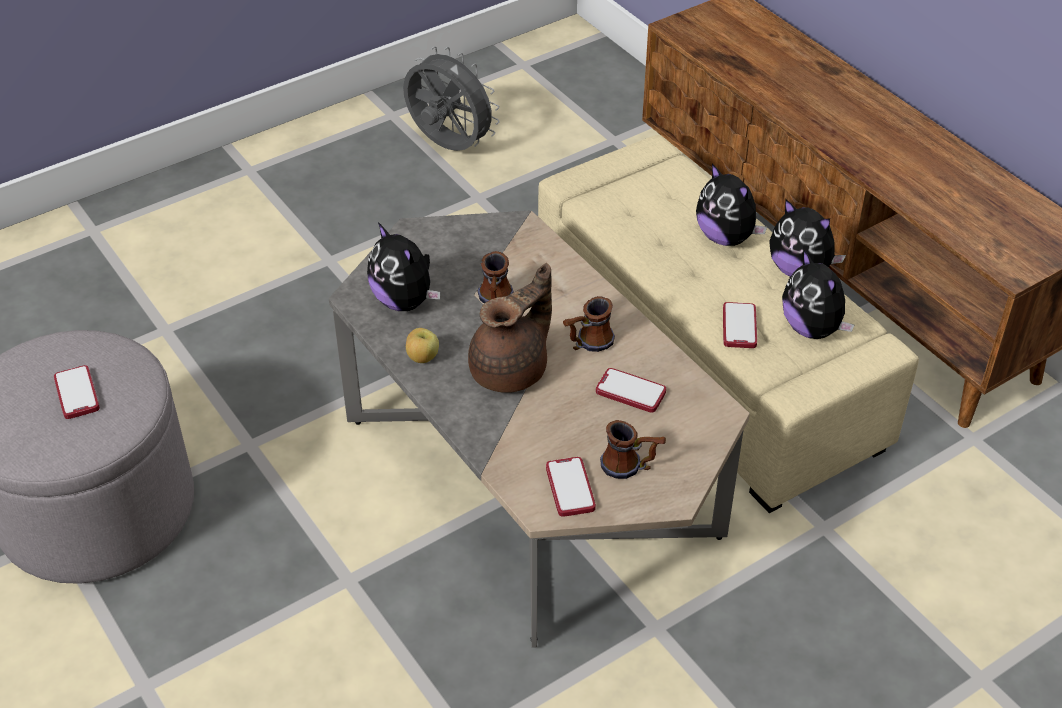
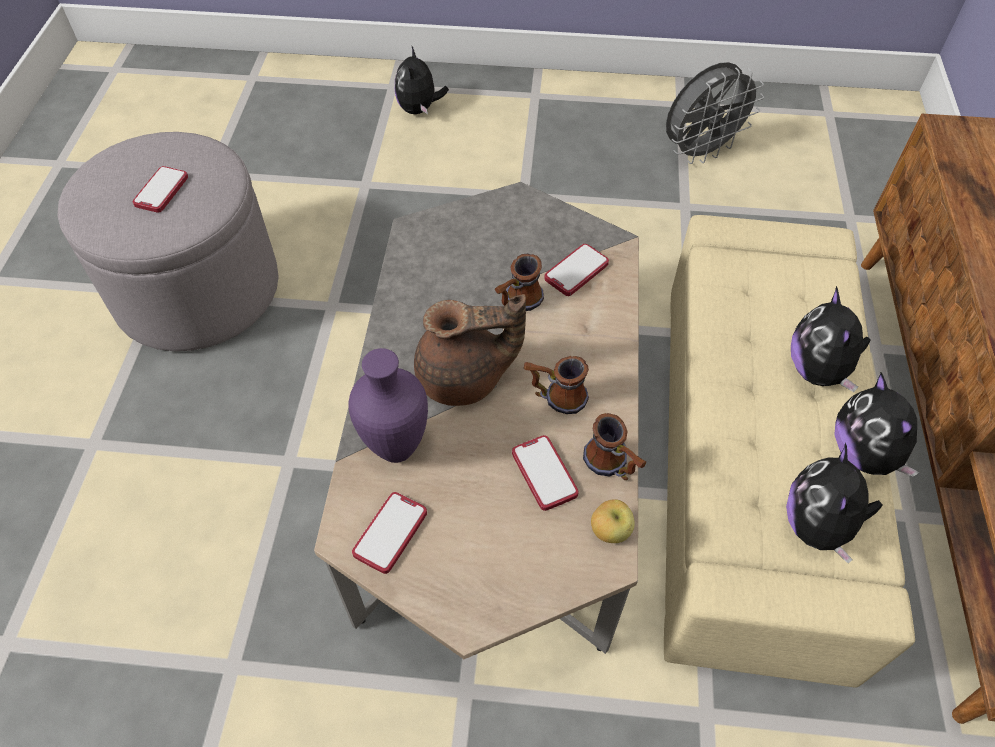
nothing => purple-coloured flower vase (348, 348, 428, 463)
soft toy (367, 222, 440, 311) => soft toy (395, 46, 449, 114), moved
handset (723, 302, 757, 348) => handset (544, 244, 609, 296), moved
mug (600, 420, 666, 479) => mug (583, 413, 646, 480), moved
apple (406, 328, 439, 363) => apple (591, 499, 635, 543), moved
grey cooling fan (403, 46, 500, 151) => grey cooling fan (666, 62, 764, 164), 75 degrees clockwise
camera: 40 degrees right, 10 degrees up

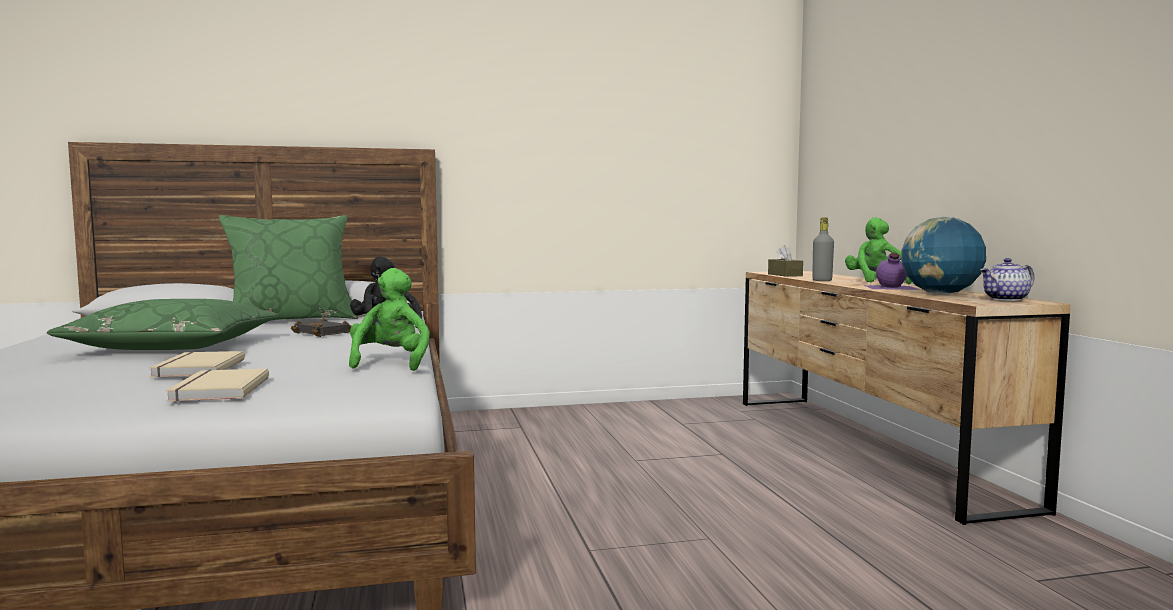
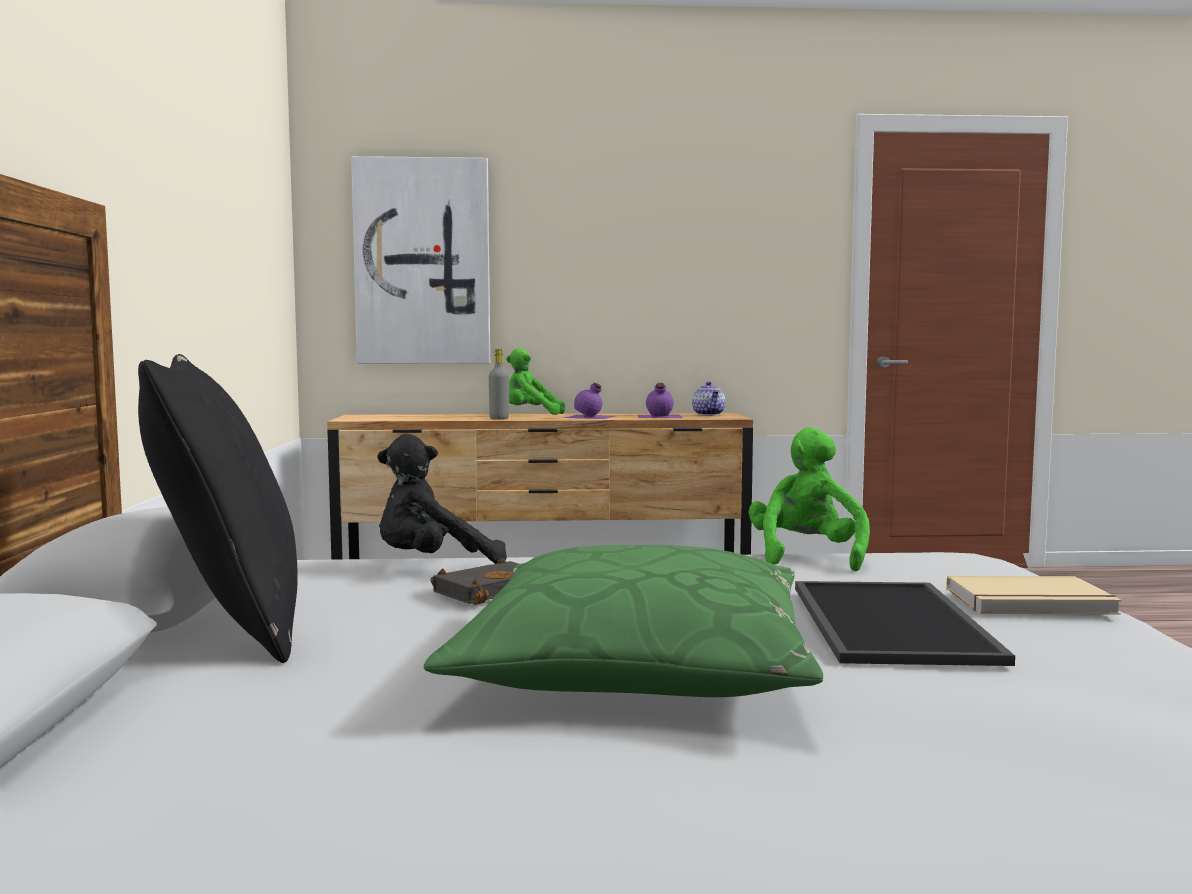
greenish cushion (219, 215, 358, 320) => black cushion (138, 354, 298, 663)
nothing => picture (351, 156, 490, 364)
desk globe (901, 217, 986, 294) => purple-coloured bottle (638, 383, 683, 418)
greenish soft toy (349, 268, 430, 371) => greenish soft toy (749, 427, 870, 571), 90 degrees clockwise
sand-coloured bound book (149, 351, 245, 377) => serving tray (795, 581, 1015, 666)
brownish tissue box (768, 245, 803, 277) => nothing
camera: 80 degrees left, 0 degrees up

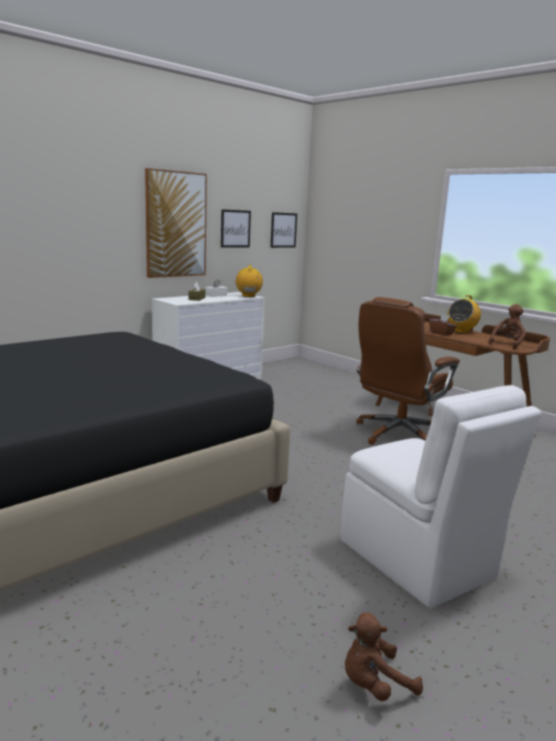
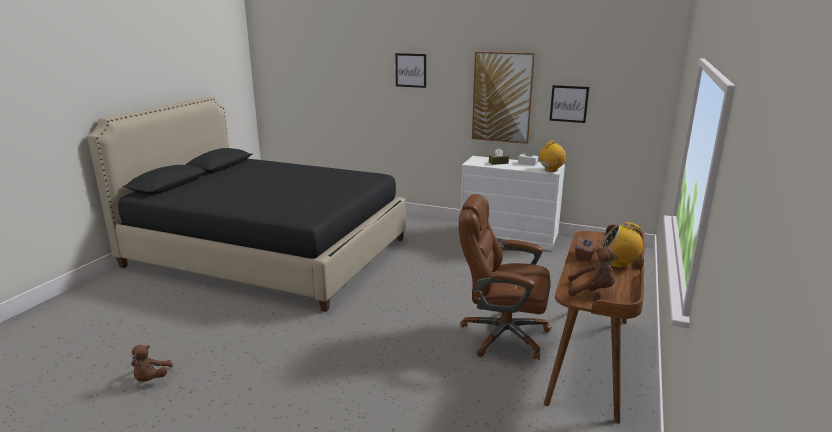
brownish soft toy (345, 612, 423, 701) => brownish soft toy (131, 345, 173, 382), 135 degrees counterclockwise
picture (270, 212, 297, 248) => picture (396, 53, 426, 88), moved
whitish chair (341, 385, 542, 608) => nothing
camera: 65 degrees right, 5 degrees up

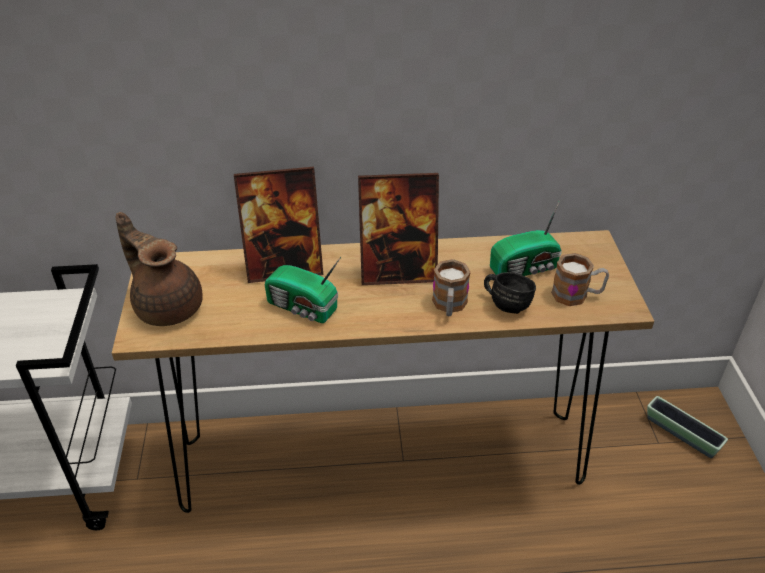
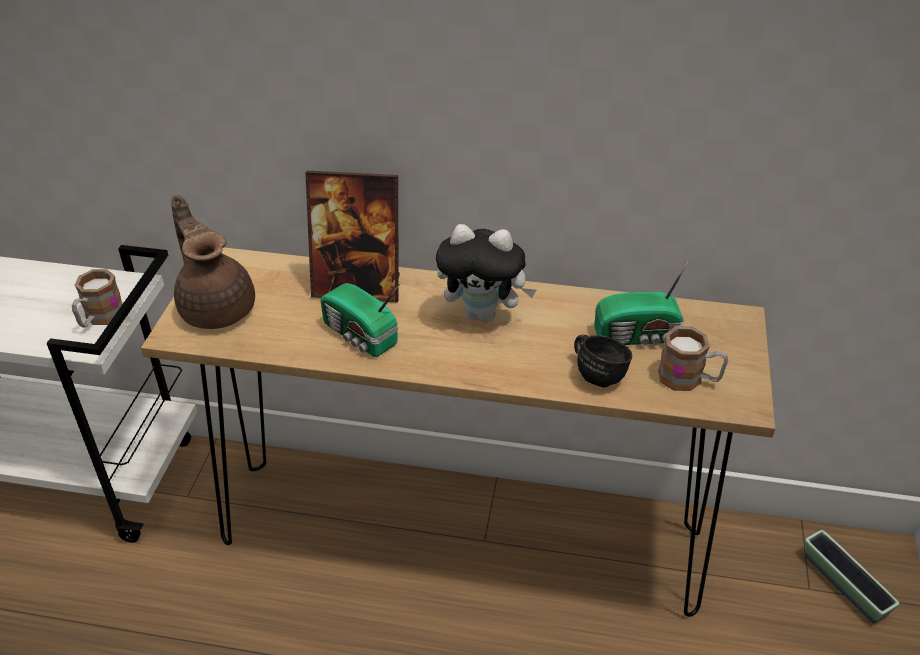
mug (432, 259, 471, 316) => mug (72, 269, 122, 328), moved
picture frame (358, 173, 439, 285) => soft toy (436, 224, 536, 323)
camera: 15 degrees right, 0 degrees up

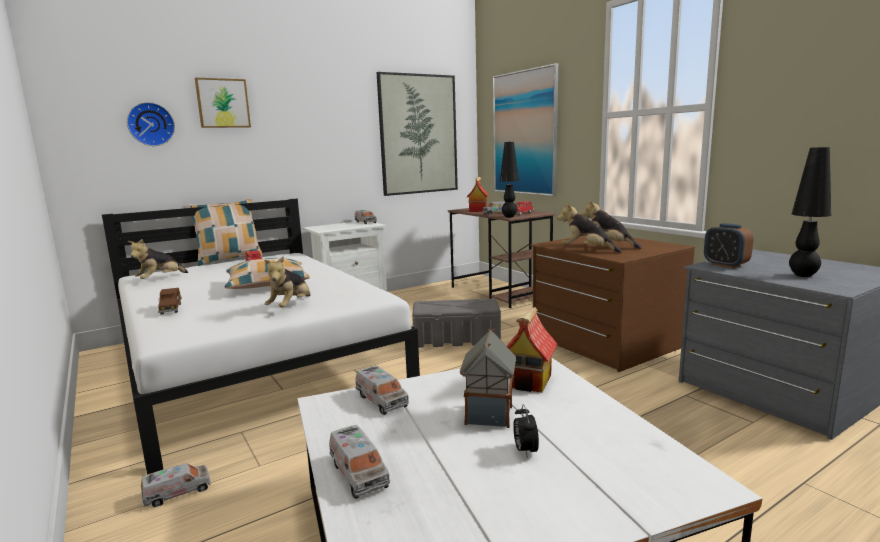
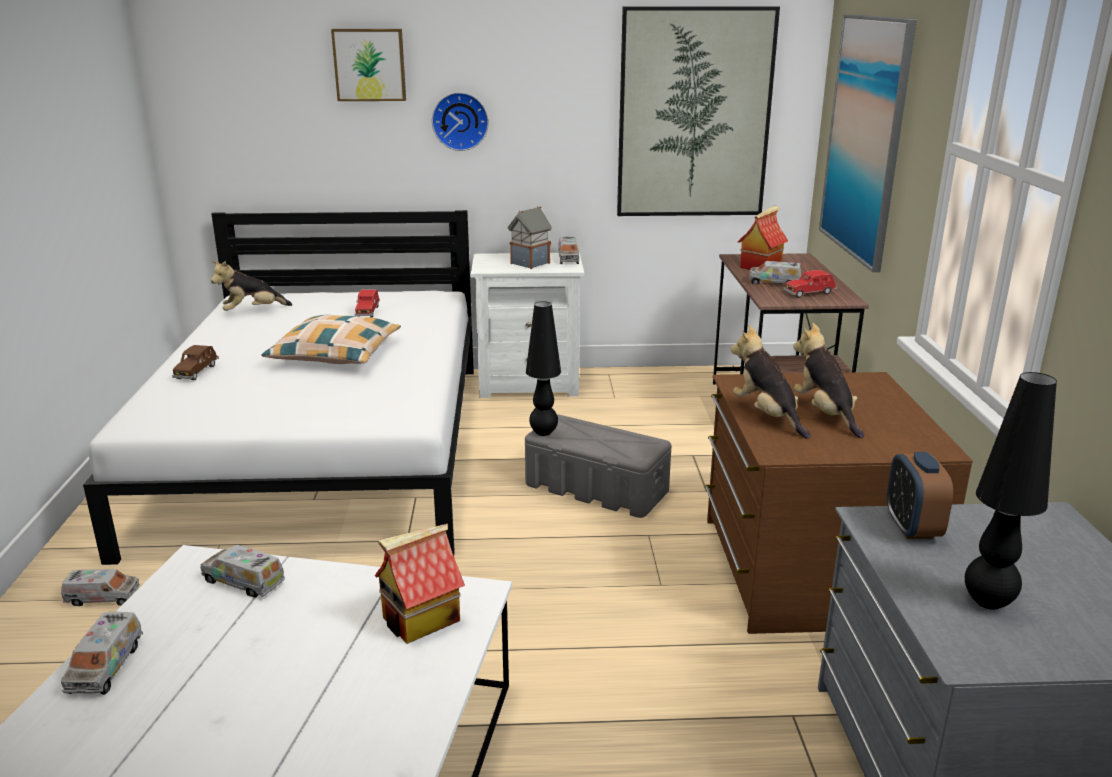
toy truck (355, 366, 409, 415) => toy truck (200, 545, 285, 597), 120 degrees clockwise
clock on the wall (127, 102, 175, 146) => clock on the wall (432, 92, 489, 151), moved
model house (460, 328, 516, 428) => model house (508, 206, 552, 269), moved
black lamp for a table (500, 142, 519, 218) => black lamp for a table (526, 301, 561, 436), moved
cushion (186, 199, 263, 266) => nothing
soft toy (264, 256, 310, 308) => nothing
bedside clock (513, 404, 539, 457) => nothing
camera: 30 degrees right, 10 degrees up

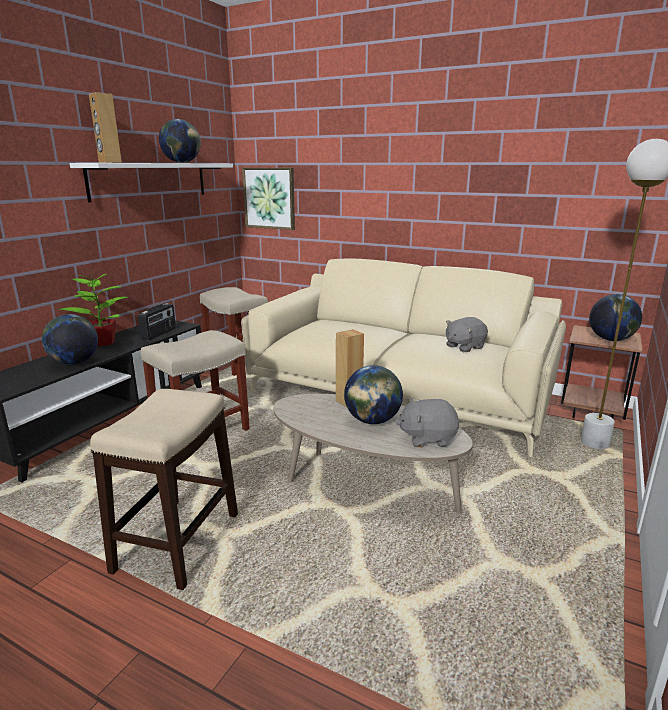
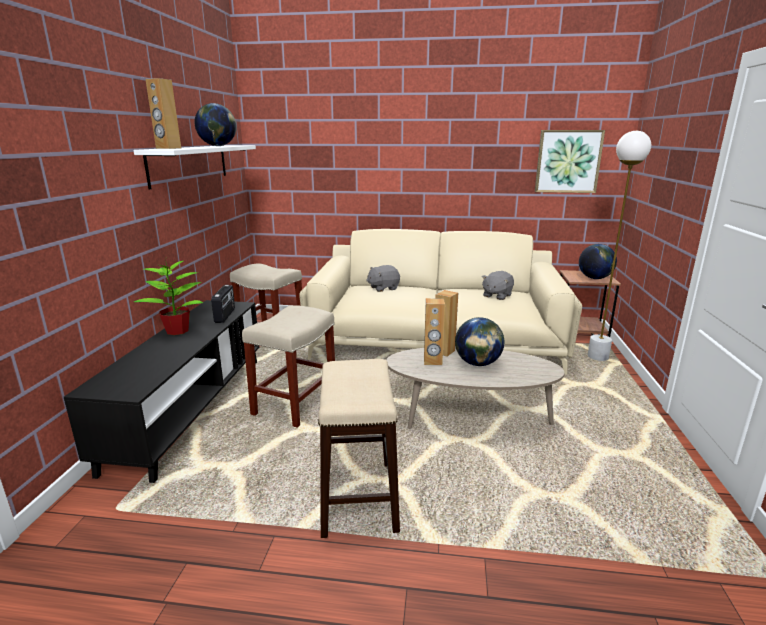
grey soft toy (396, 398, 459, 447) => grey soft toy (366, 265, 400, 292), moved
nothing => brownish speaker (424, 298, 445, 365)
picture (242, 168, 295, 230) => picture (535, 130, 605, 193), moved
desk globe (42, 314, 98, 365) => nothing
camera: 20 degrees left, 0 degrees up

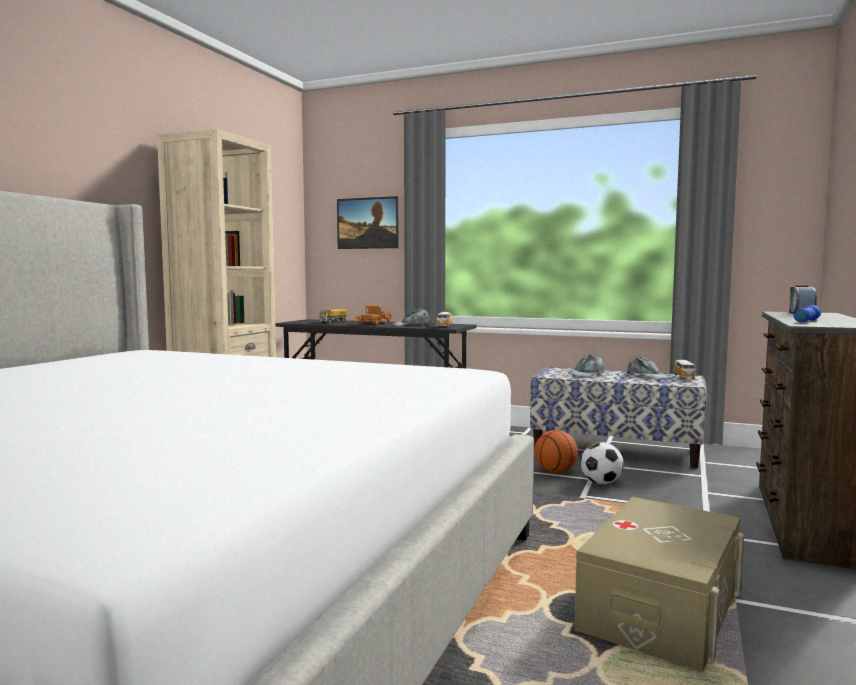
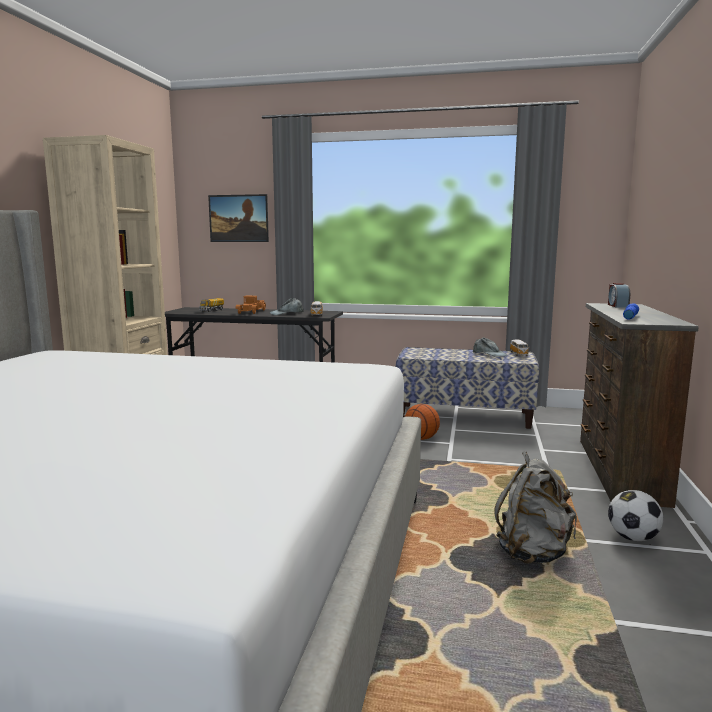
sand-coloured storage box (575, 497, 744, 672) => grey backpack (495, 451, 577, 564)
football (581, 442, 624, 484) => football (608, 490, 663, 541), moved
grey peaked cap (568, 354, 604, 377) => nothing
camera: 10 degrees left, 5 degrees up

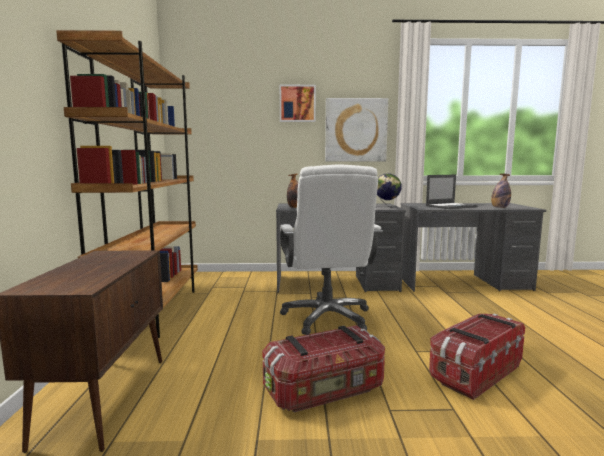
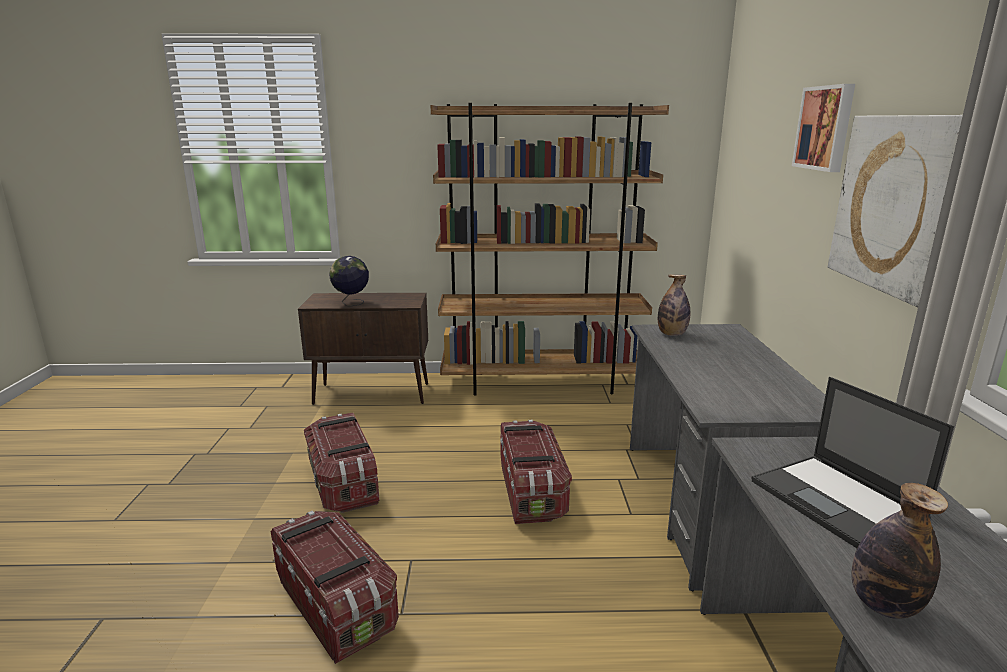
desk globe (377, 173, 402, 208) => desk globe (329, 256, 369, 306), moved
whitish computer chair (280, 164, 383, 335) => storage box (500, 420, 572, 524)
camera: 90 degrees right, 10 degrees up

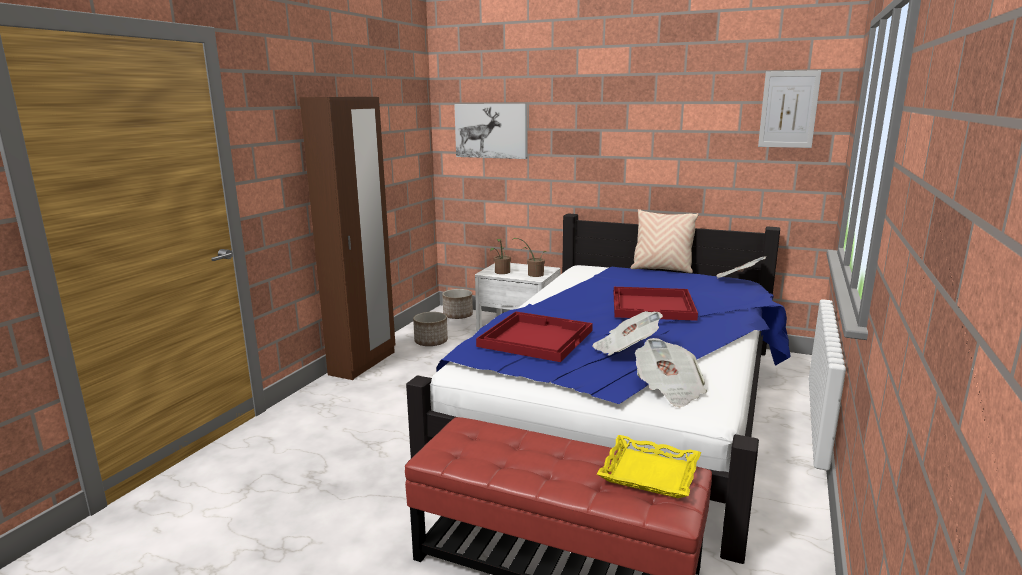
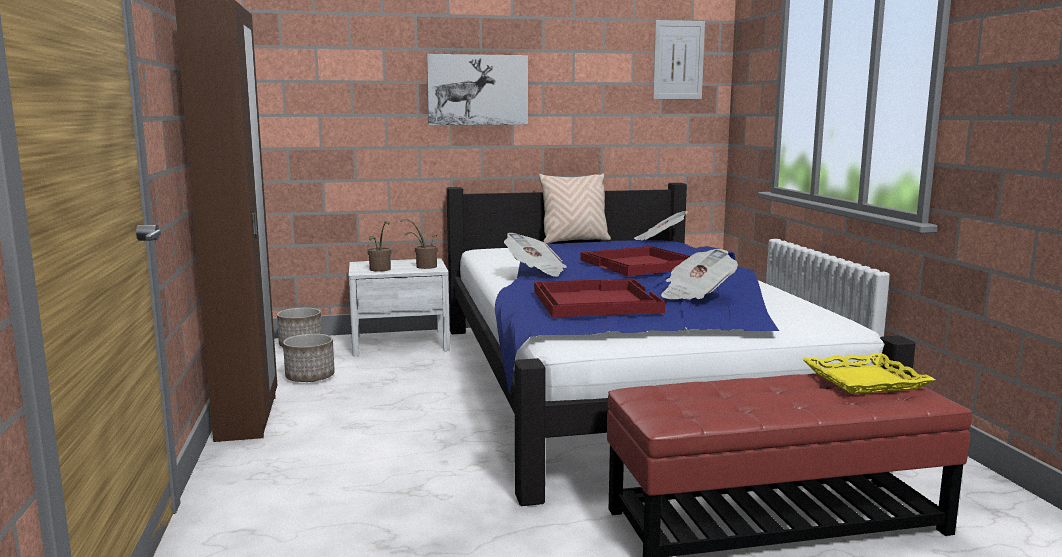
picture (454, 104, 527, 159) => picture (427, 54, 528, 125), moved
printed paper (635, 338, 707, 407) => printed paper (504, 233, 567, 277), moved
camera: 35 degrees left, 5 degrees down

